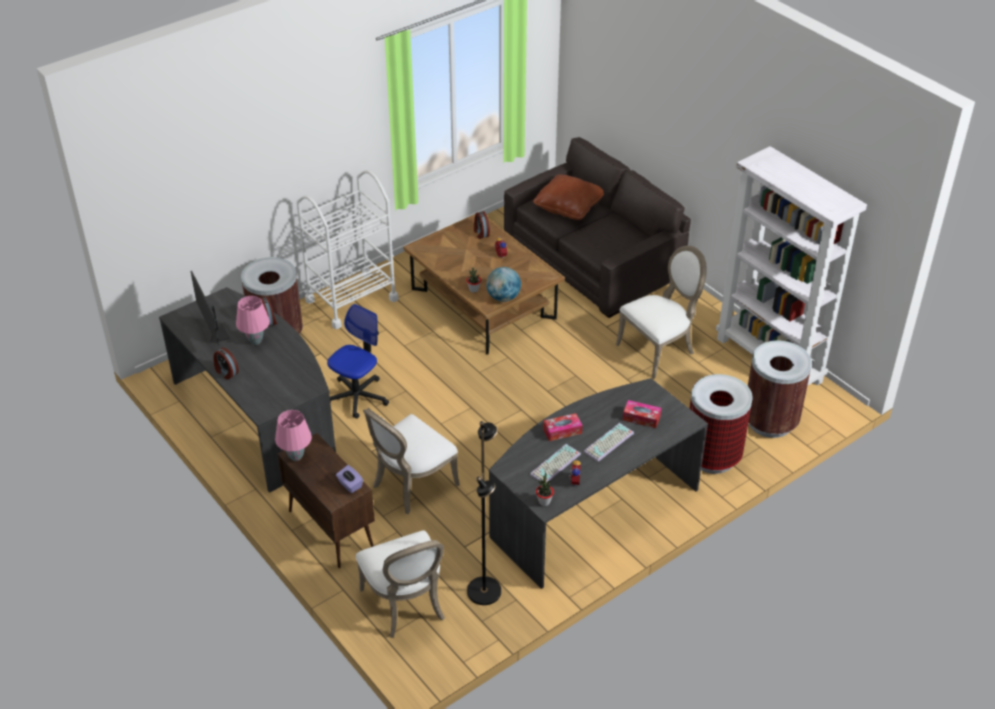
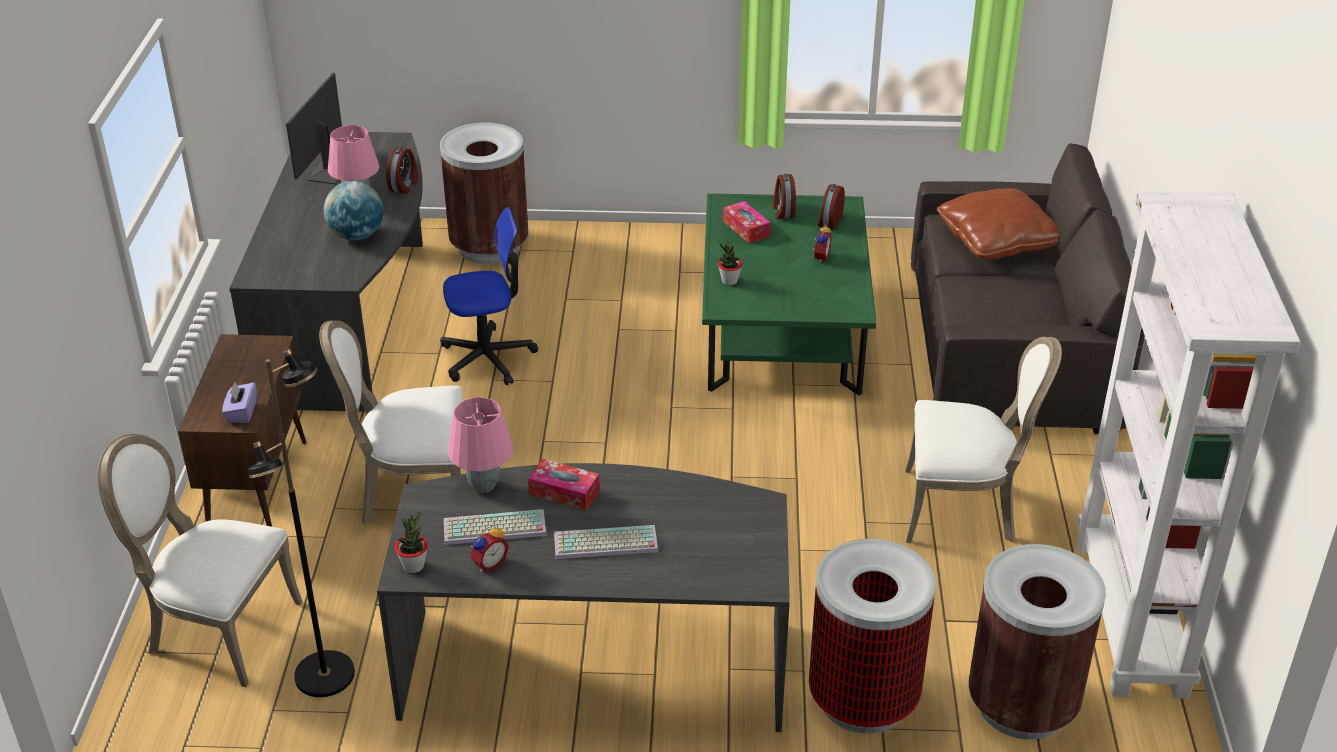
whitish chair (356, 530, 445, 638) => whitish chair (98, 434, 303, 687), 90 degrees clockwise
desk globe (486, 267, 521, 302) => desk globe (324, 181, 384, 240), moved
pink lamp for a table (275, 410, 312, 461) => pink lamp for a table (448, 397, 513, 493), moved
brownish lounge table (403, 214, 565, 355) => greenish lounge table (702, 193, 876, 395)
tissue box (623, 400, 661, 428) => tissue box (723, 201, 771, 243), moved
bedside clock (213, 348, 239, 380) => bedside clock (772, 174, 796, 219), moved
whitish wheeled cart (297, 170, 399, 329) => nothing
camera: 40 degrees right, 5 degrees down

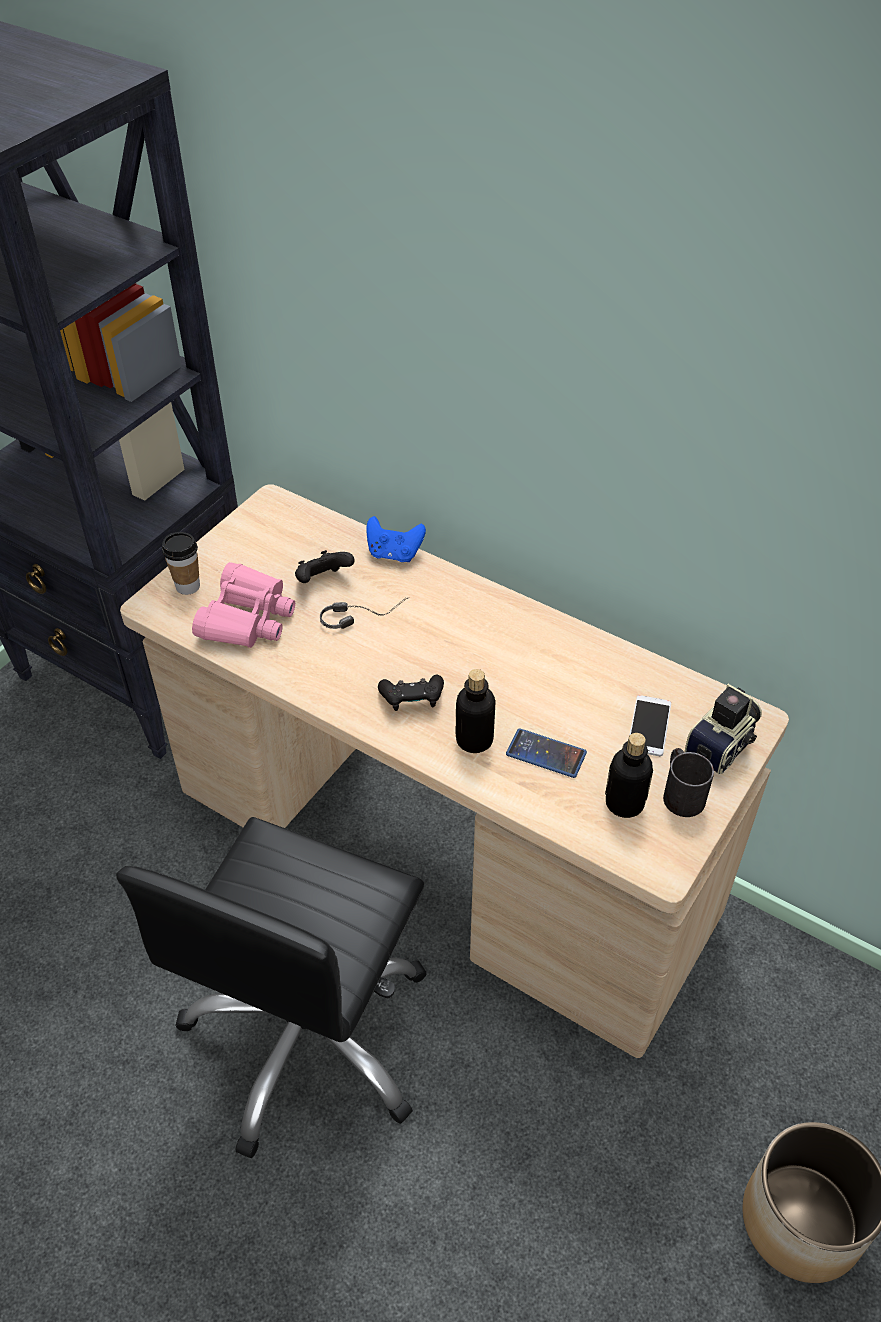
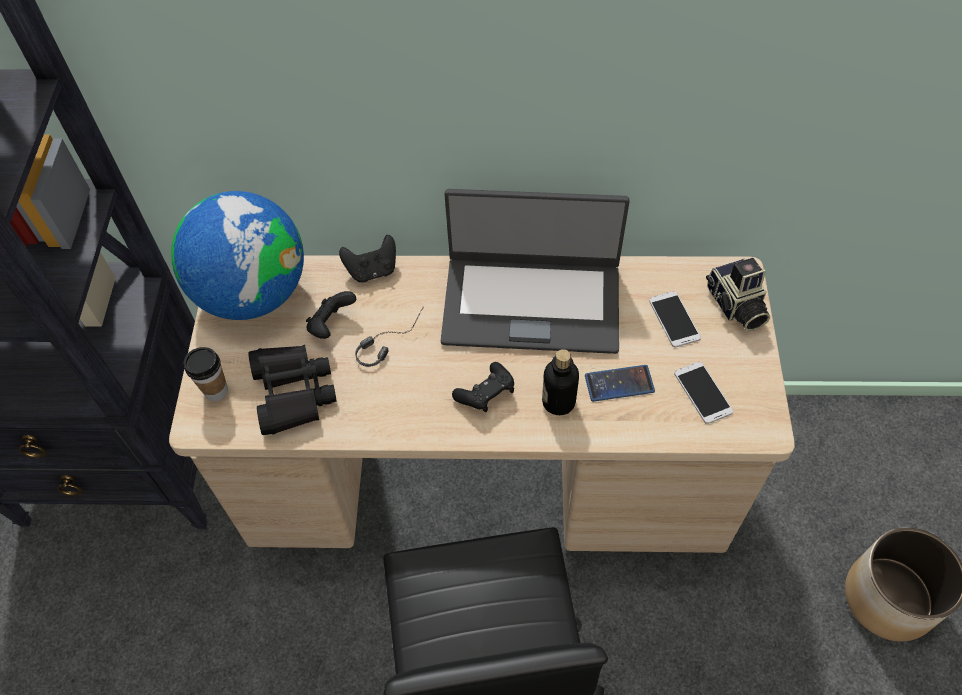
nothing => desk globe (171, 191, 304, 320)
pink binoculars (192, 562, 295, 648) => black binoculars (248, 345, 337, 435)
blue-coloured joypad (366, 516, 426, 562) => black joypad (339, 235, 396, 282)
nothing => portable computer (441, 189, 629, 354)
bottle (605, 733, 653, 818) => handset (674, 361, 733, 424)
photo camera (684, 684, 762, 774) => photo camera (706, 258, 770, 331), 150 degrees clockwise
black mug (663, 748, 714, 817) => nothing
camera: 30 degrees left, 10 degrees up

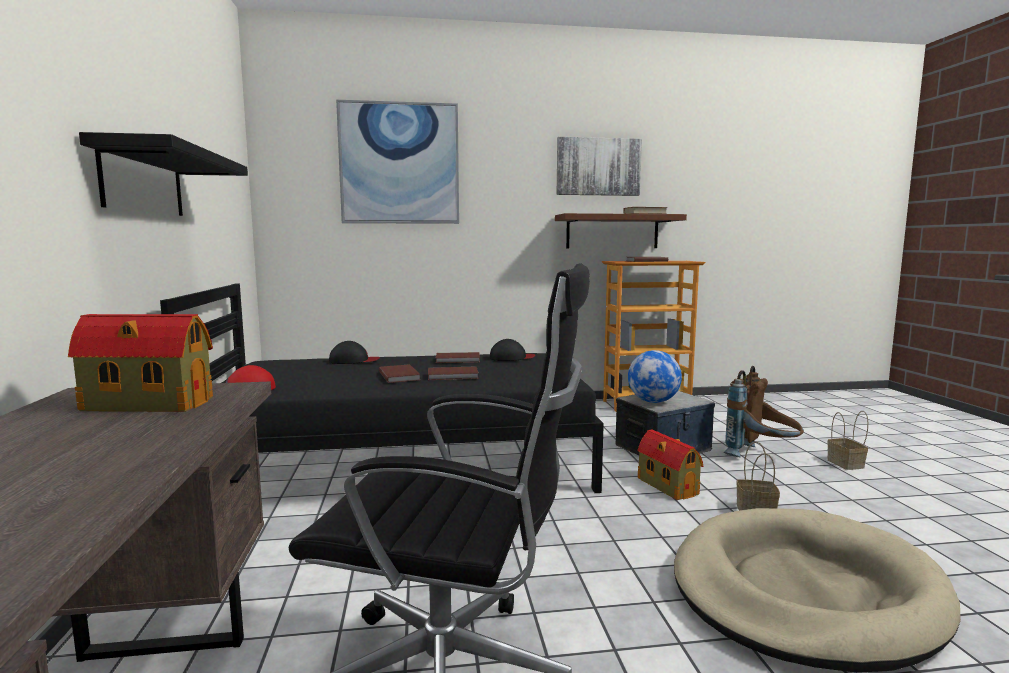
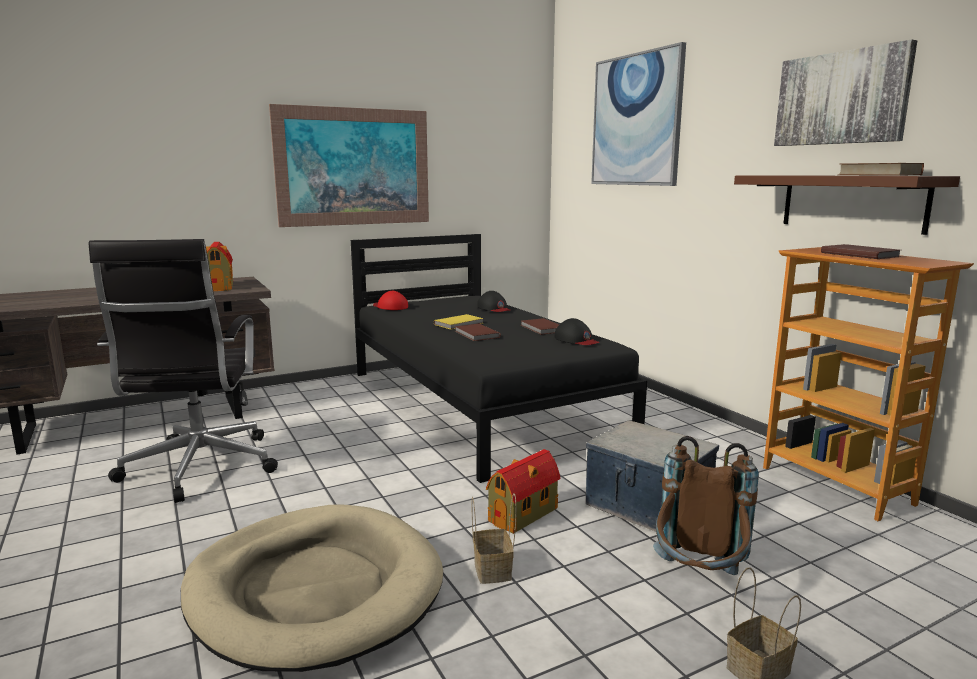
black wall shelf (79, 132, 248, 216) => picture (269, 104, 429, 227)
brownish bound book (379, 364, 421, 383) => yellow bound book (434, 314, 484, 330)
desk globe (628, 350, 682, 403) => nothing
camera: 70 degrees right, 5 degrees up

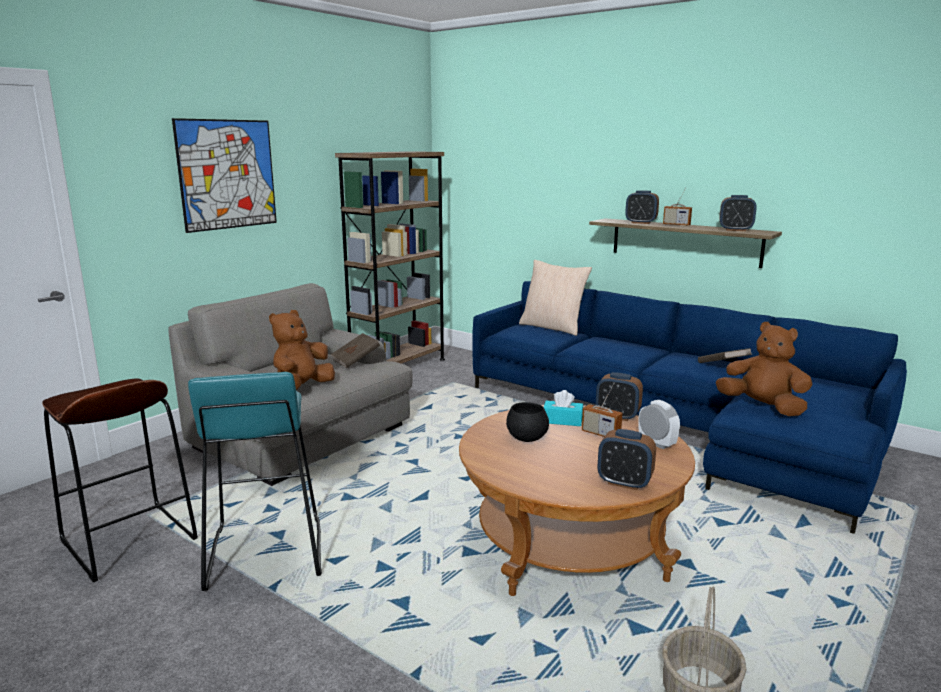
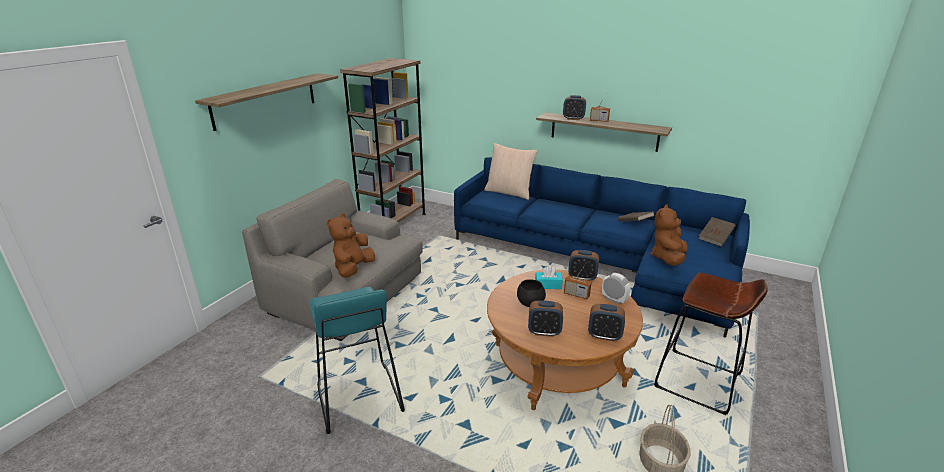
picture (172, 118, 277, 233) => wall shelf (195, 73, 338, 131)
bedside clock (719, 195, 757, 231) => bedside clock (528, 301, 563, 337), moved
brownish soft toy (716, 322, 813, 416) => brownish soft toy (651, 204, 688, 266), 90 degrees counterclockwise
brownish stool (42, 378, 198, 583) => brownish stool (654, 272, 768, 415), moved
brownish bound book (331, 333, 380, 368) => brownish bound book (699, 217, 736, 247), moved
camera: 10 degrees left, 10 degrees up

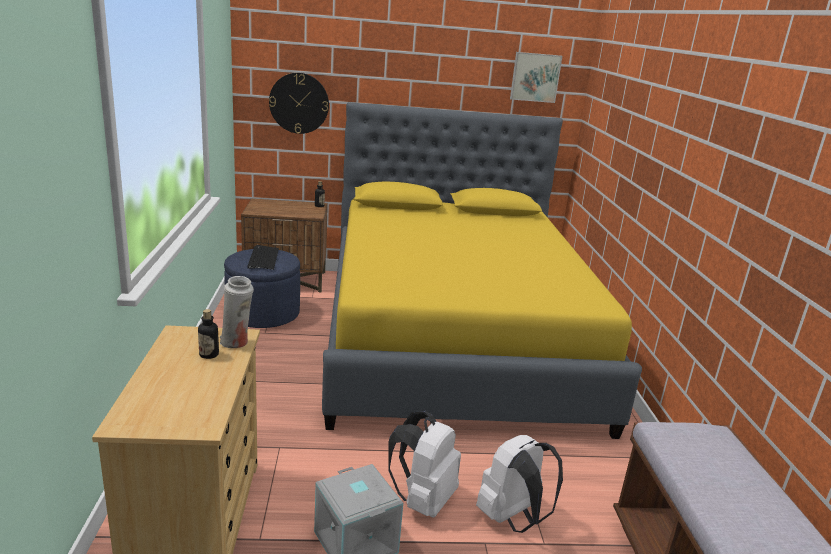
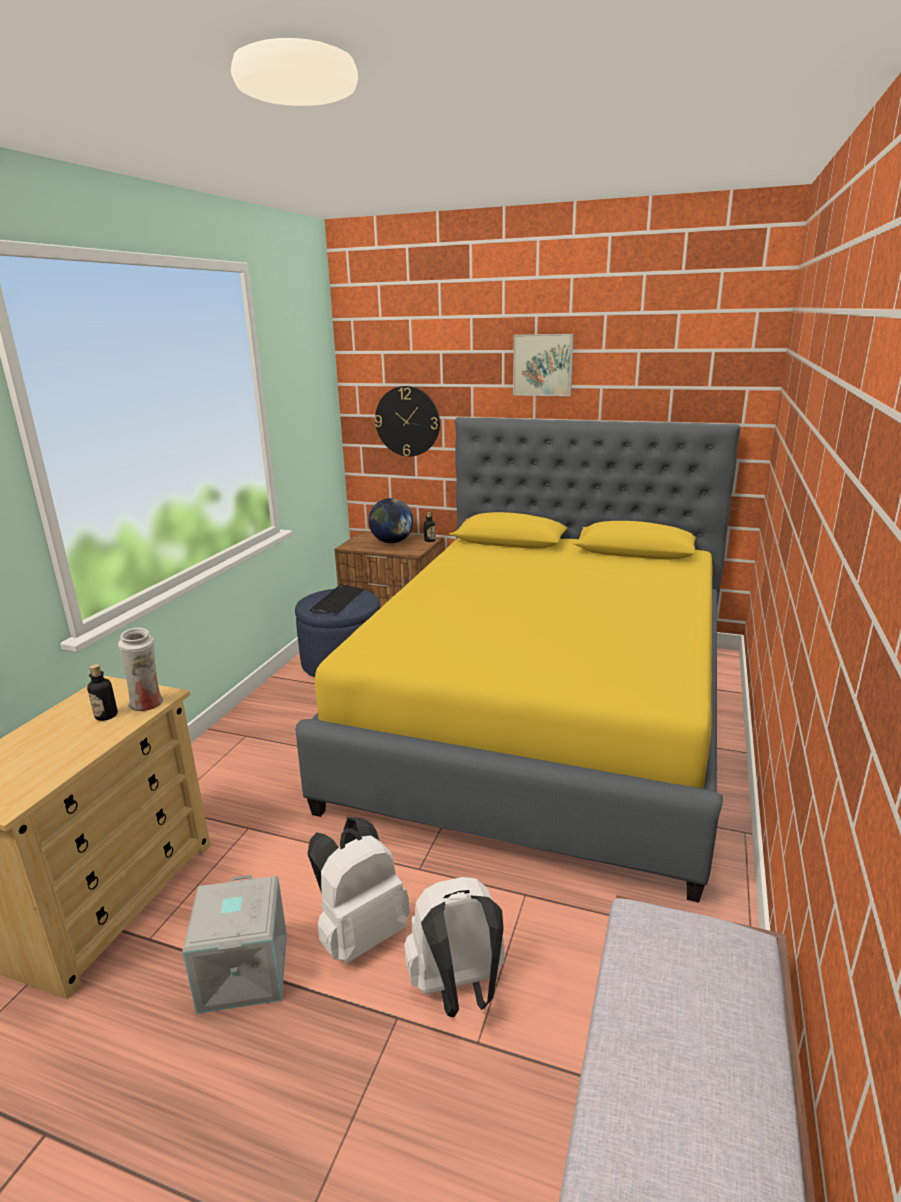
nothing => desk globe (369, 498, 414, 543)
picture (510, 52, 562, 103) => picture (513, 334, 574, 396), moved
camera: 25 degrees right, 0 degrees up

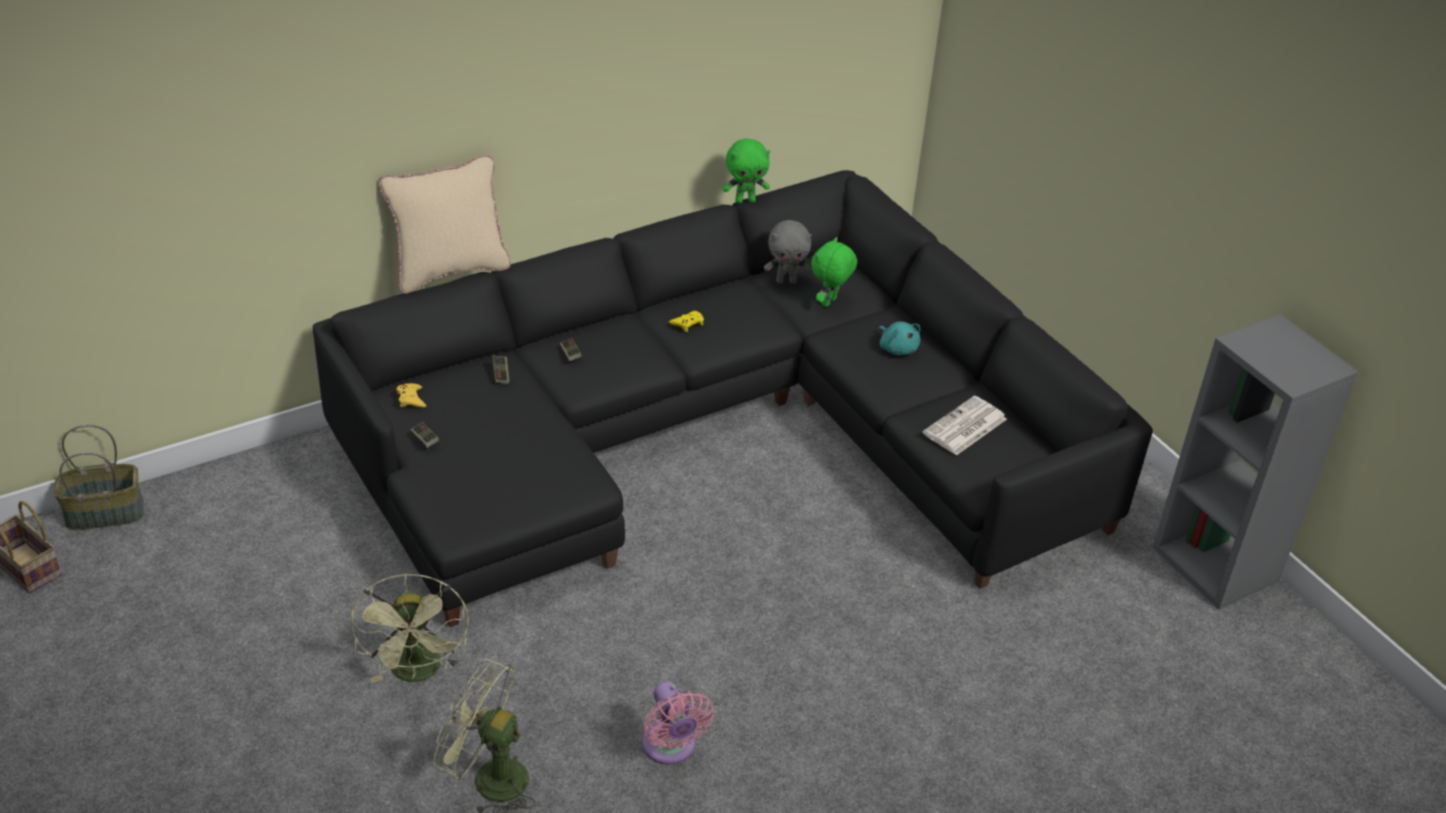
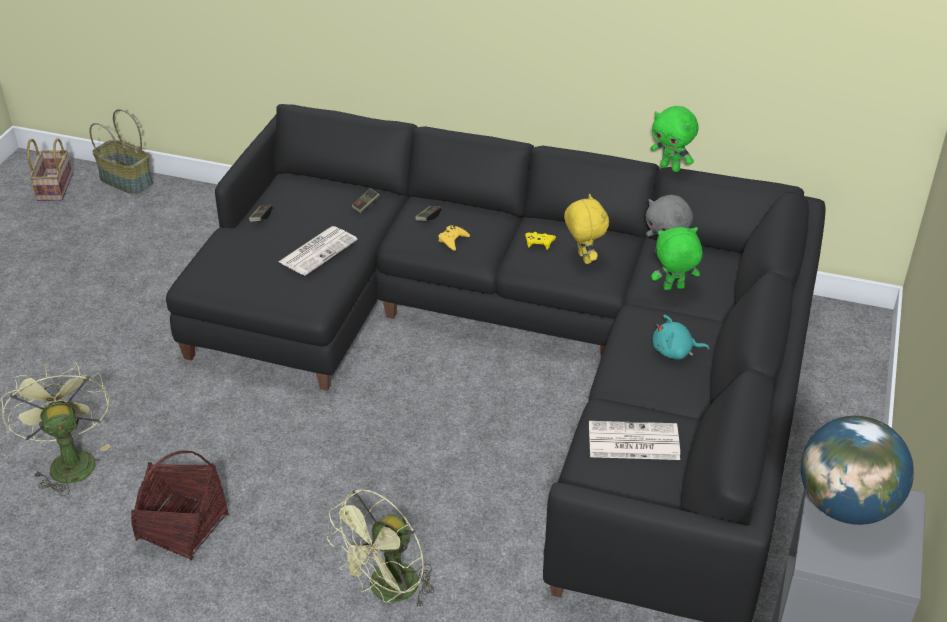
pink cooling fan (642, 681, 714, 765) => storage basket (131, 450, 229, 560)
nothing => printed paper (279, 226, 358, 276)
greenish cooling fan (351, 573, 469, 683) => greenish cooling fan (327, 489, 434, 609), moved
yellow joypad (397, 383, 427, 408) => yellow joypad (438, 225, 470, 251), moved
nothing => yellow soft toy (564, 194, 609, 264)
turquoise-coloured soft toy (878, 321, 921, 355) => turquoise-coloured soft toy (652, 315, 709, 359), 75 degrees clockwise
nothing => desk globe (801, 416, 914, 525)
sand-coloured cushion (378, 155, 511, 294) => nothing
camera: 50 degrees right, 0 degrees up

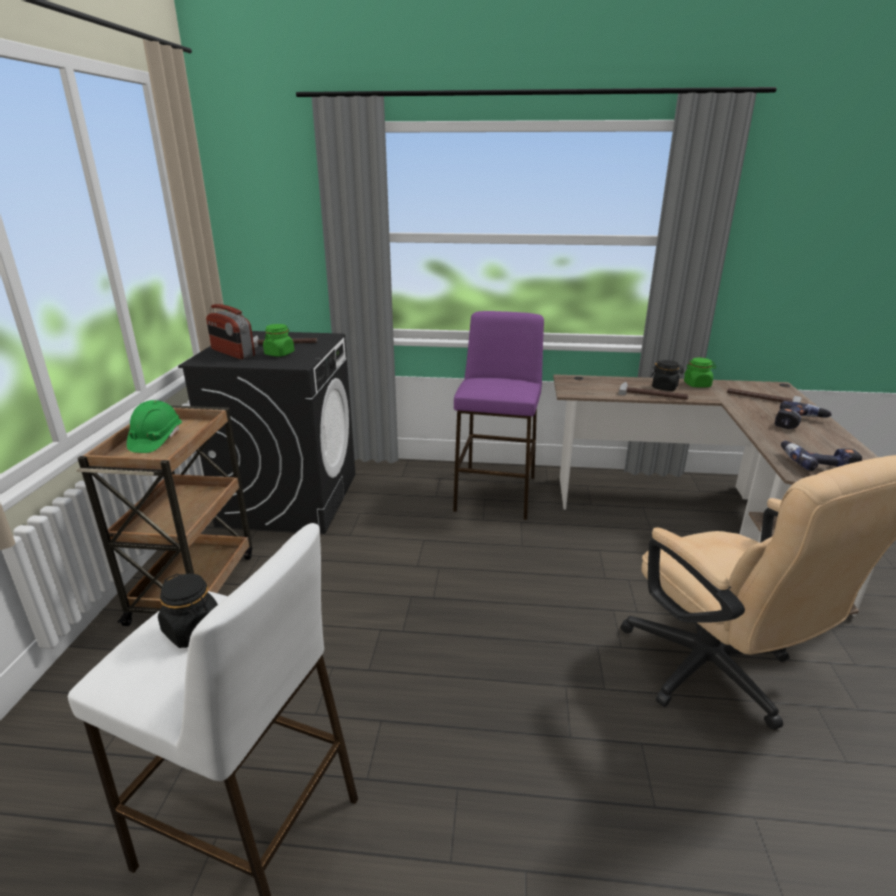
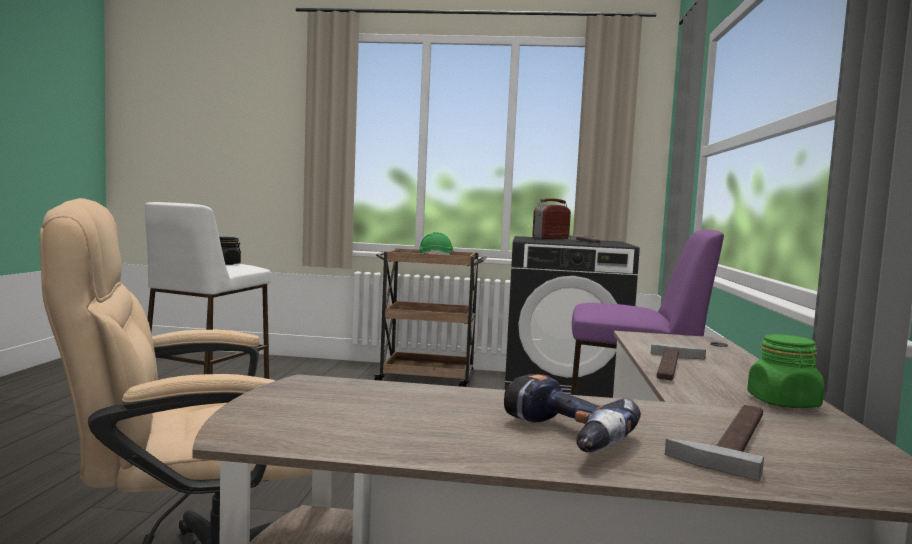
greenish preserve jar (263, 324, 295, 356) => nothing
black preserve jar (651, 360, 684, 391) => nothing
power drill (781, 441, 862, 471) => nothing
camera: 90 degrees right, 20 degrees down

